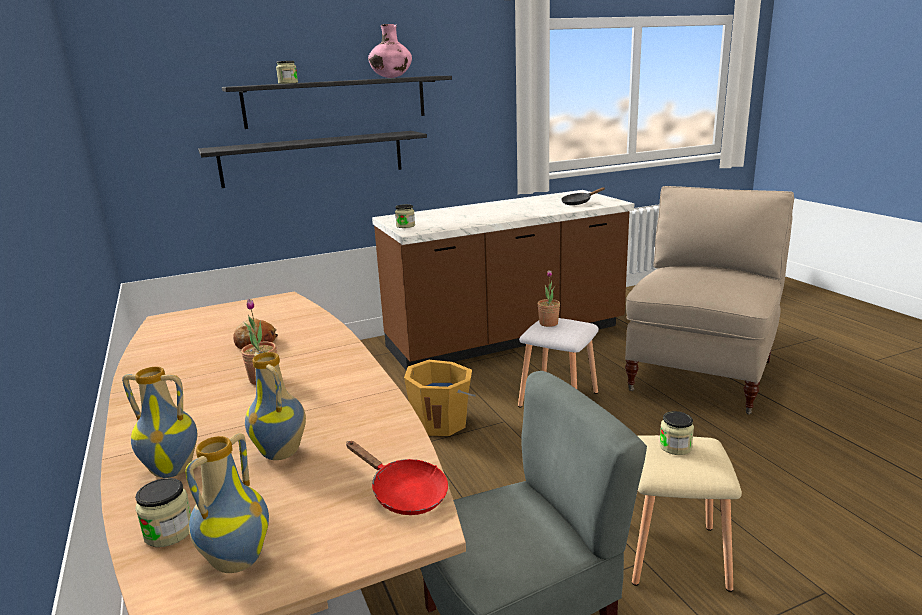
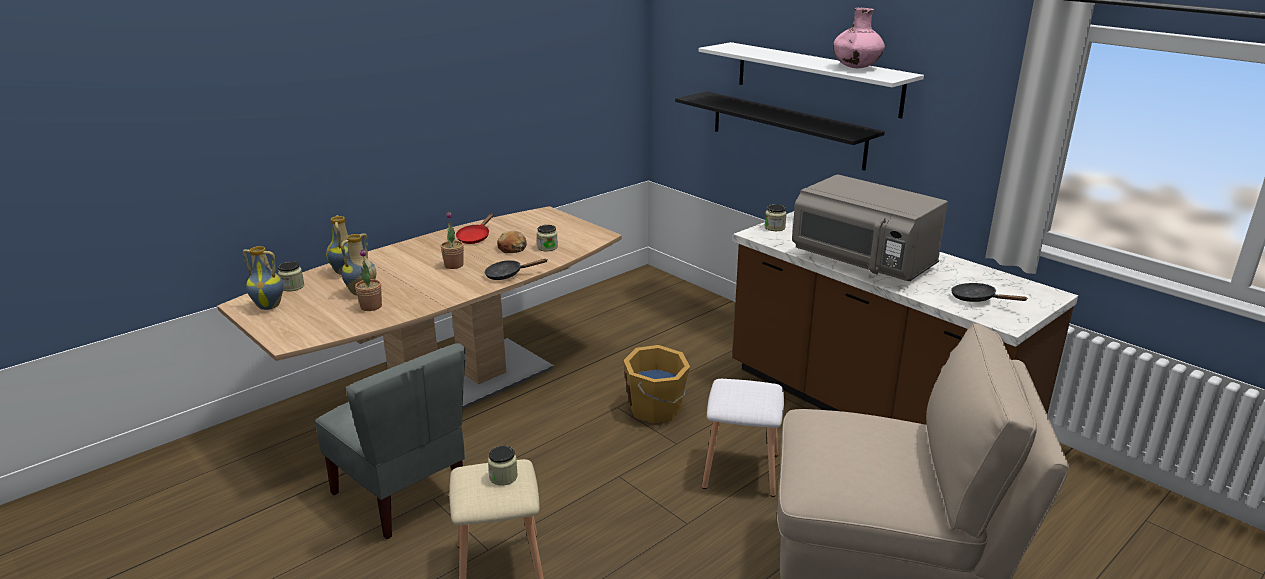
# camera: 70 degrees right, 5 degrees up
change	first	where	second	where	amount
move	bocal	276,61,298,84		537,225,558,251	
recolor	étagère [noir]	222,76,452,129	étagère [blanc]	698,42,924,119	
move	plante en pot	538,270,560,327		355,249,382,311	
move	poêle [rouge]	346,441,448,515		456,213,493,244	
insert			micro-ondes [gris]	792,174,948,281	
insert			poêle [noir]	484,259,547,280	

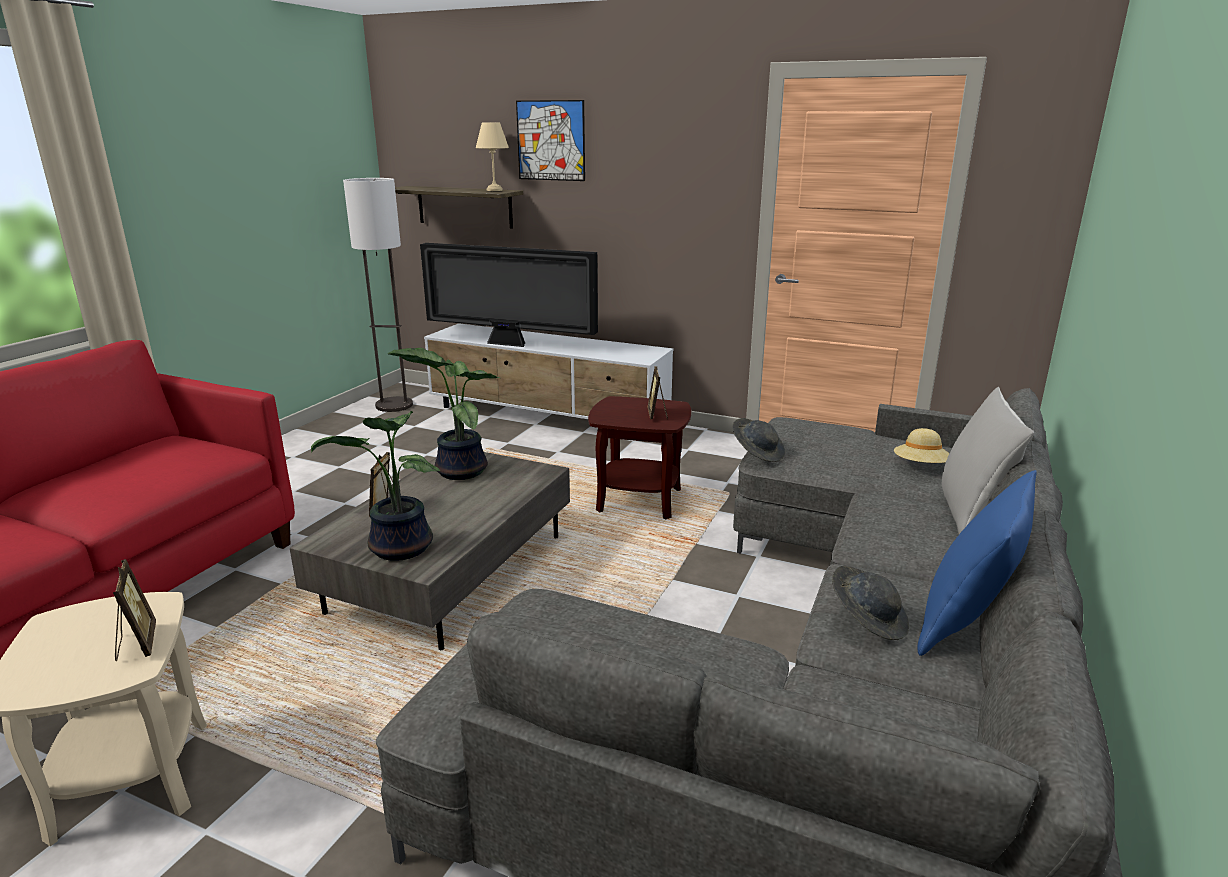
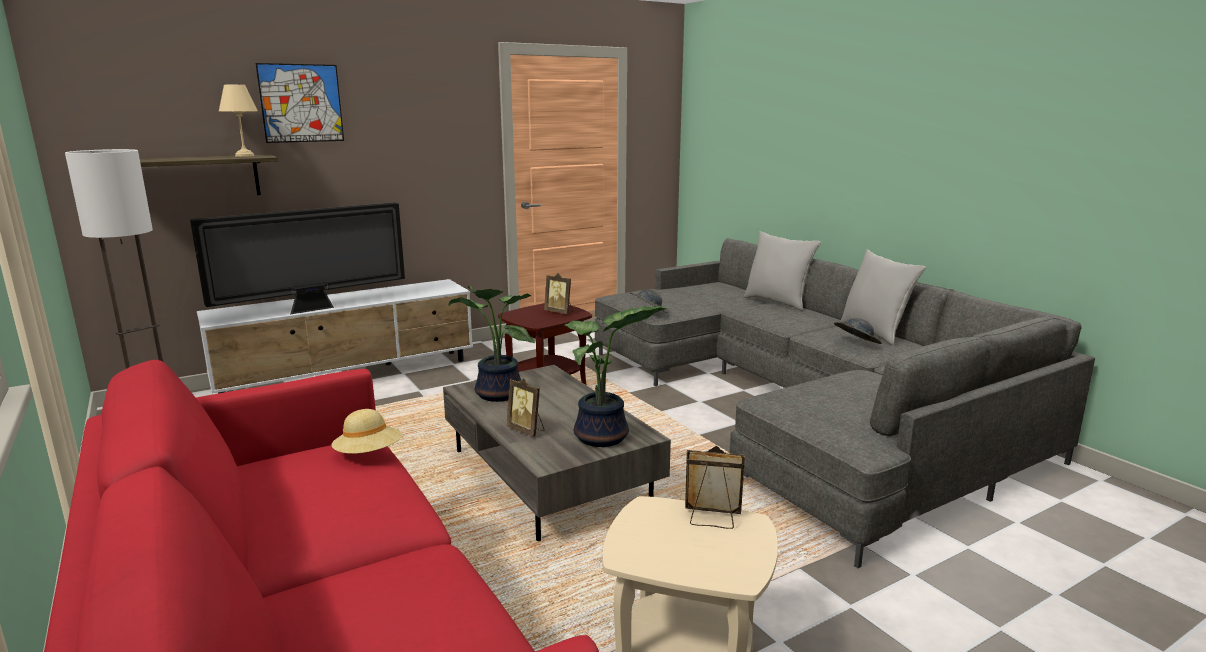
# camera: 55 degrees left, 5 degrees down
change	first	where	second	where	amount
move	chapeau [beige]	894,428,949,463		331,409,402,454	
recolor	coussin [bleu]	917,470,1037,656	coussin [gris]	840,250,926,345	

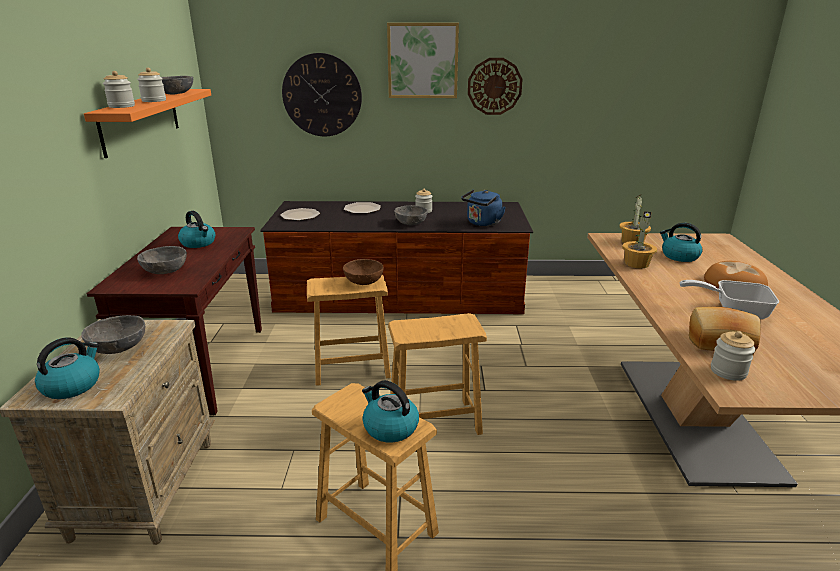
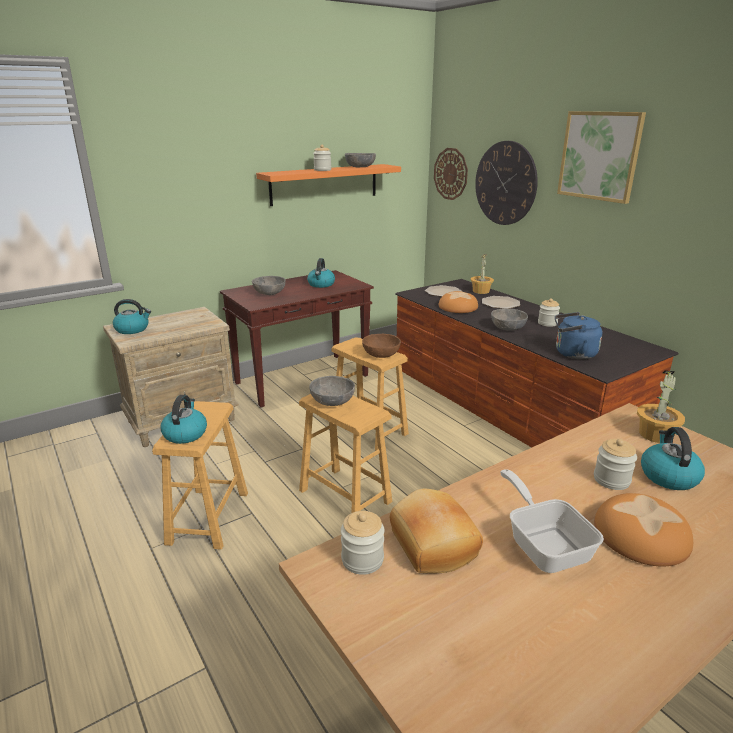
# camera: 55 degrees right, 0 degrees up
change	first	where	second	where	amount
move	horloge murale	468,58,523,115		434,148,468,200	
move	bocal	103,71,135,108		594,439,637,490	
move	plante en pot	622,211,657,268		471,254,494,294	
move	bol [gris]	81,315,145,354		309,376,355,406	
insert			pain	439,291,478,313	

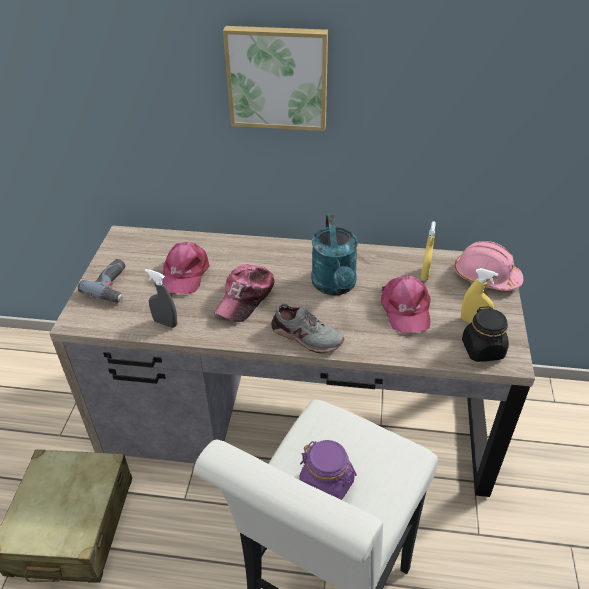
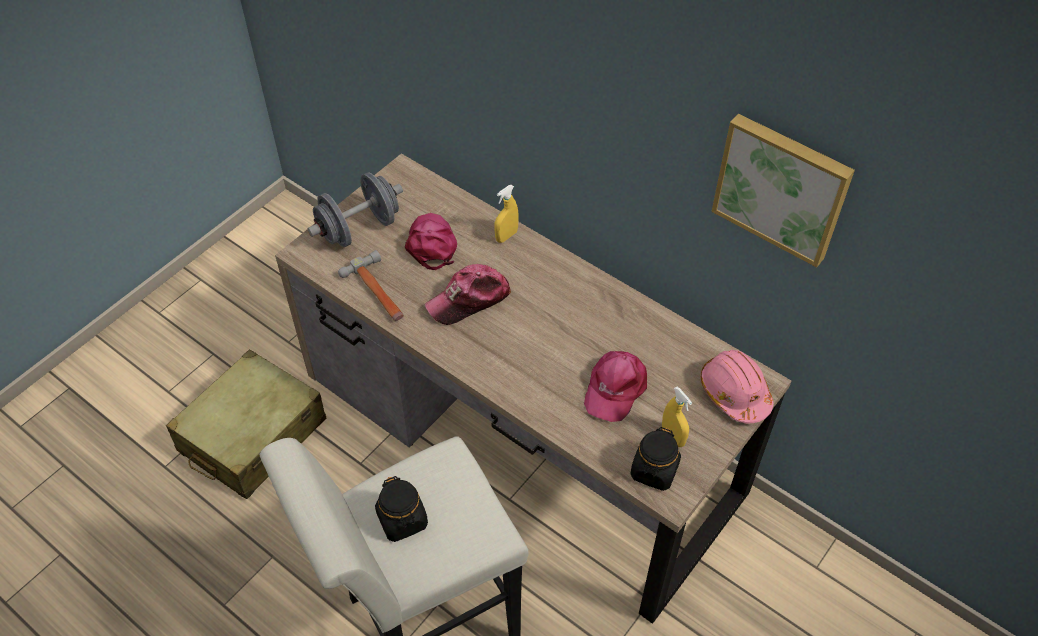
# camera: 30 degrees right, 10 degrees up
change	first	where	second	where	amount
move	tableau	223,26,328,131		712,114,855,267	
delete	arrosoir [turquoise]	311,214,358,295			
move	vaporisateur [jaune]	421,221,436,281		494,185,519,243	
rotate	casquette [rose]	162,242,210,294		405,213,457,270	135 degrees clockwise
replace	perceuse	78,259,125,303	haltère [gris]	308,172,403,247	
replace	vaporisateur [gris]	145,269,177,328	marteau	338,250,404,321	
delete	chaussure [gris]	271,303,345,354			
recolor	bocal [violet]	299,440,357,500	bocal [noir]	375,476,428,542	

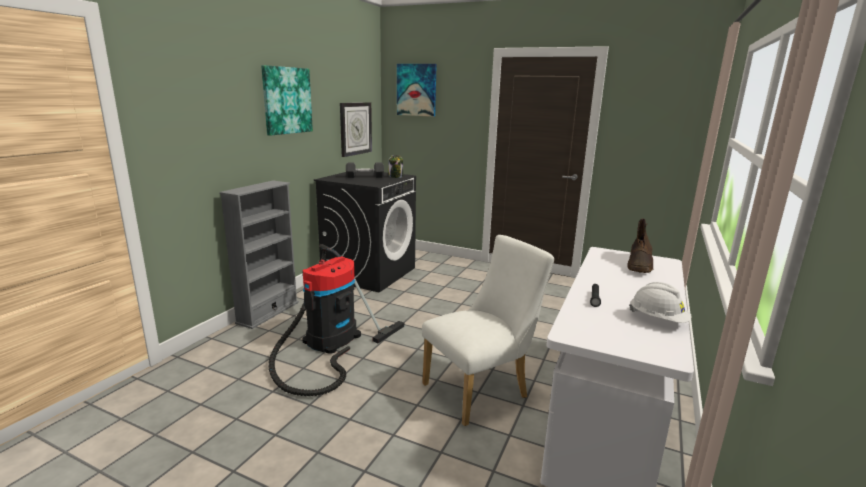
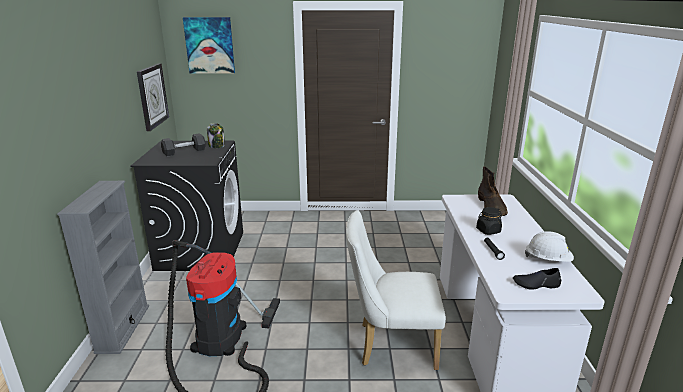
# camera: 25 degrees left, 5 degrees up
change	first	where	second	where	amount
delete	tableau	261,65,313,136			
rotate	chaise [blanc]	422,235,554,426		346,210,446,370	120 degrees counterclockwise
insert			bocal [noir]	476,207,502,235	
insert			chaussure [noir]	513,268,561,290	

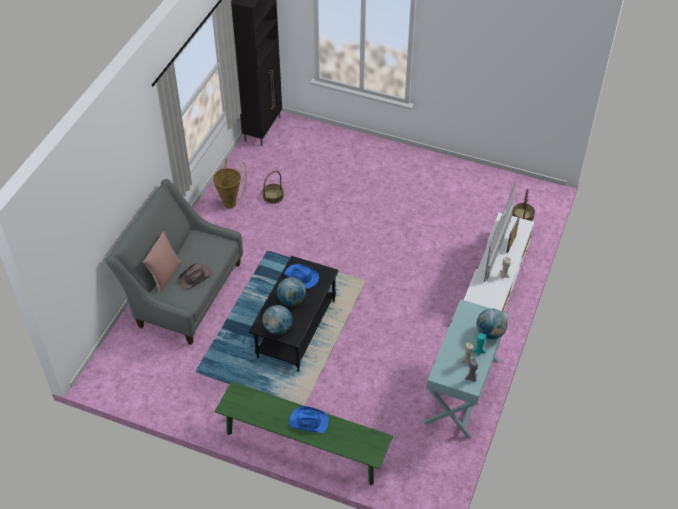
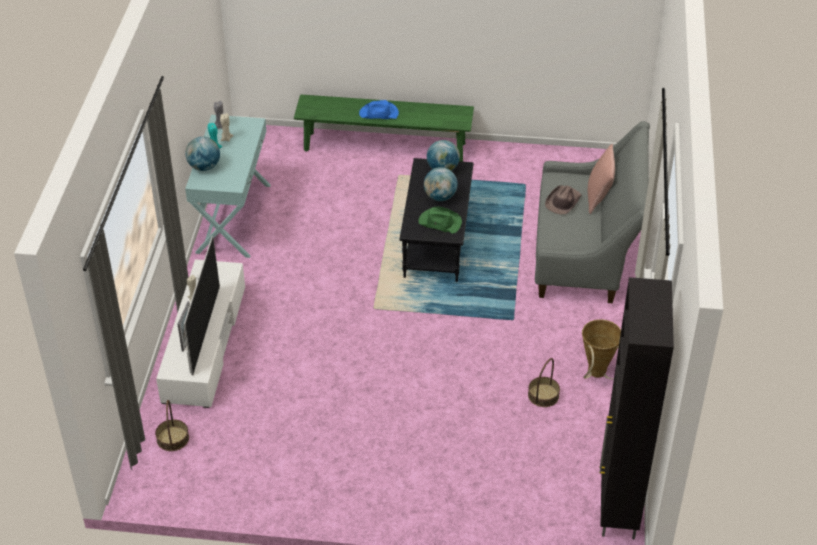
# camera: 165 degrees right, 5 degrees down
change	first	where	second	where	amount
recolor	chapeau [bleu]	284,264,319,289	chapeau [vert]	418,207,462,234	

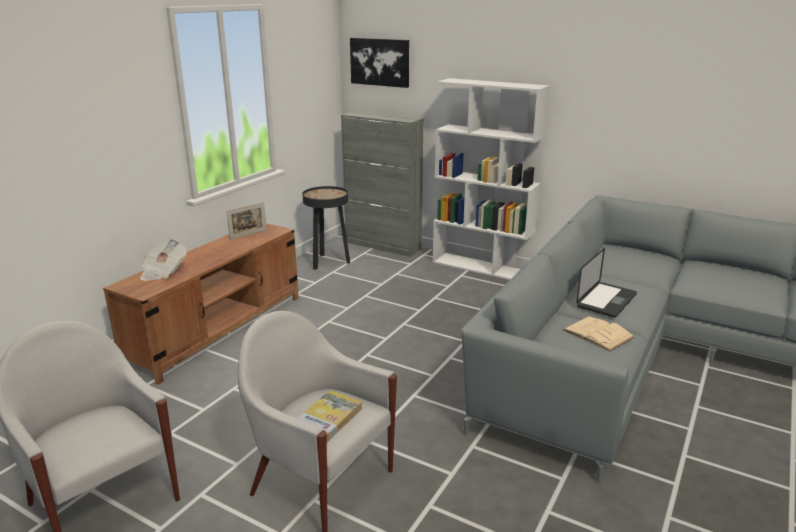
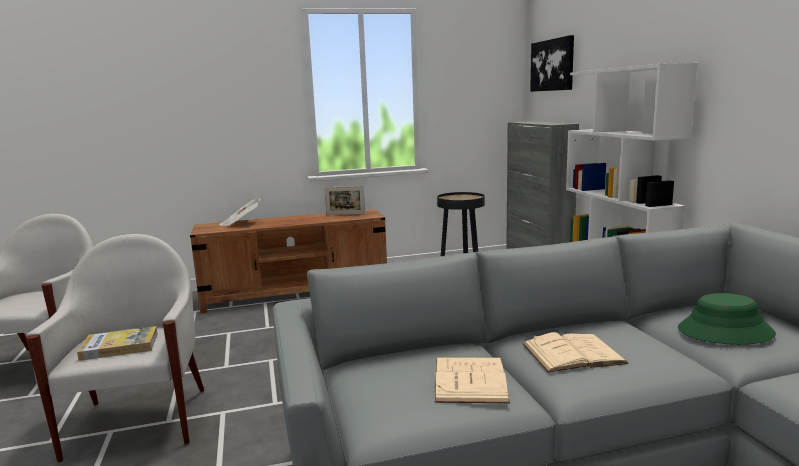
# camera: 45 degrees right, 10 degrees down
change	first	where	second	where	amount
replace	ordinateur portable	576,248,637,318	livre [beige]	522,332,629,372	
insert			chapeau [vert]	678,293,776,345	

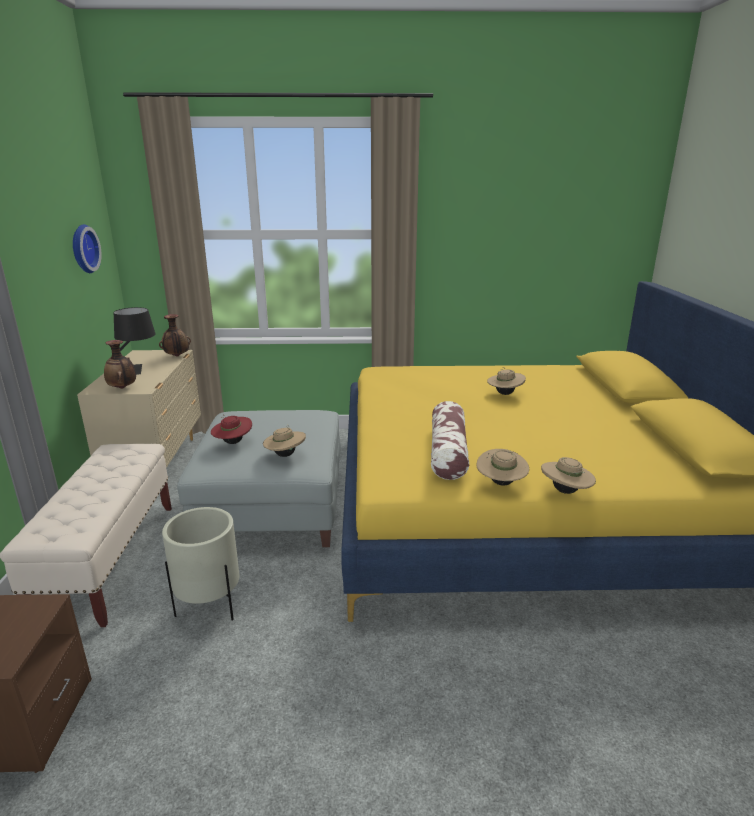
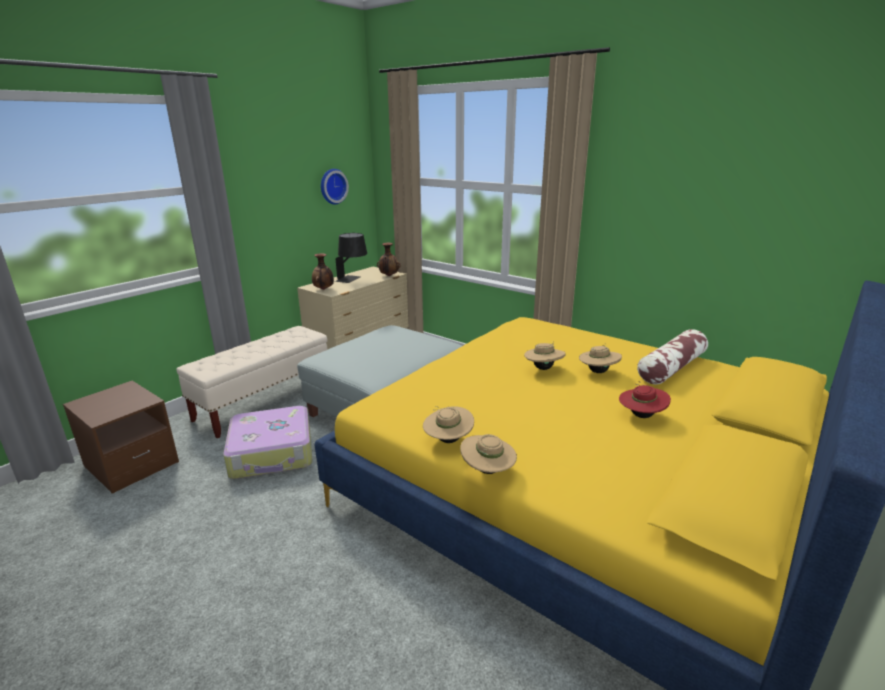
# camera: 40 degrees right, 0 degrees up
change	first	where	second	where	amount
move	coussin	431,401,469,480		637,329,708,384	
move	chapeau [rouge]	211,415,252,444		619,381,671,418	
move	chapeau [beige]	263,424,306,457		524,343,566,370	
replace	cache-pot [beige]	162,507,239,621	valise	223,406,313,479	

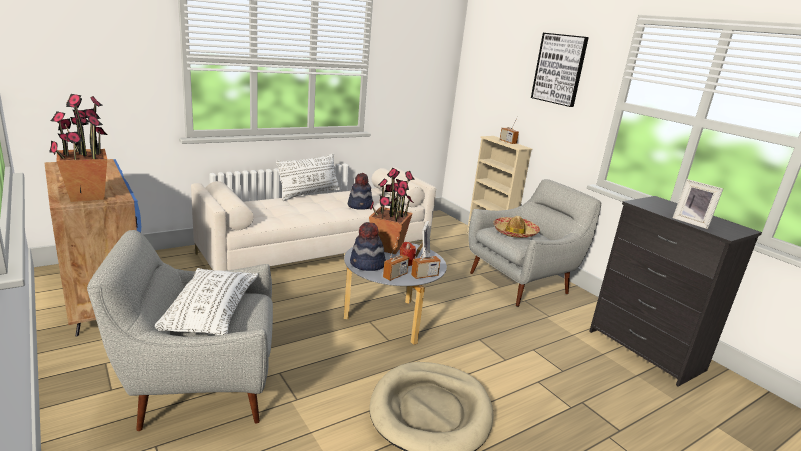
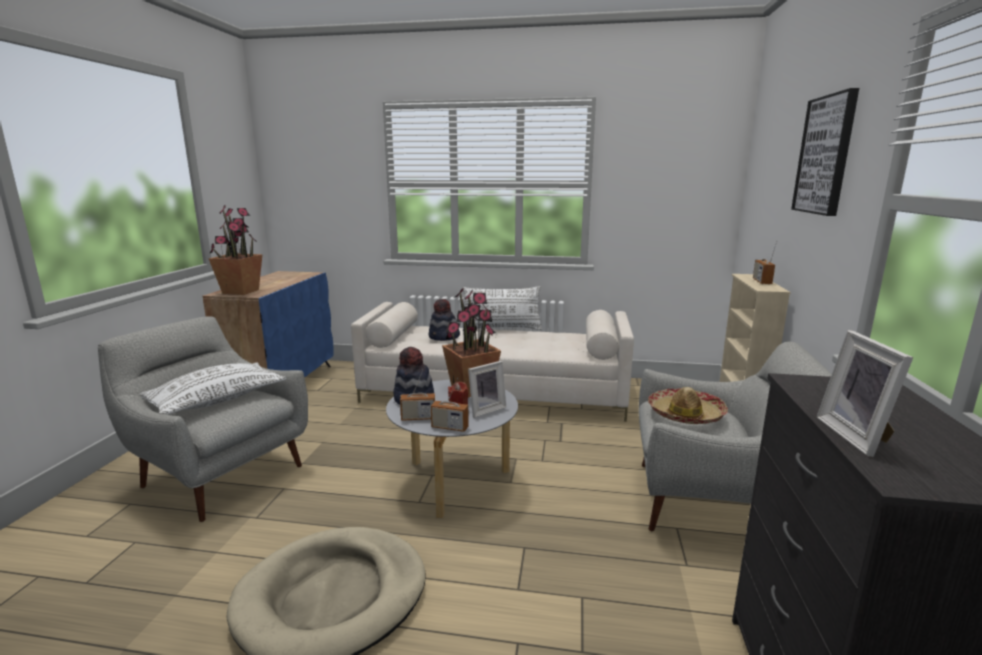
# camera: 45 degrees right, 5 degrees down
change	first	where	second	where	amount
move	chapeau	348,173,372,210		428,299,460,341	

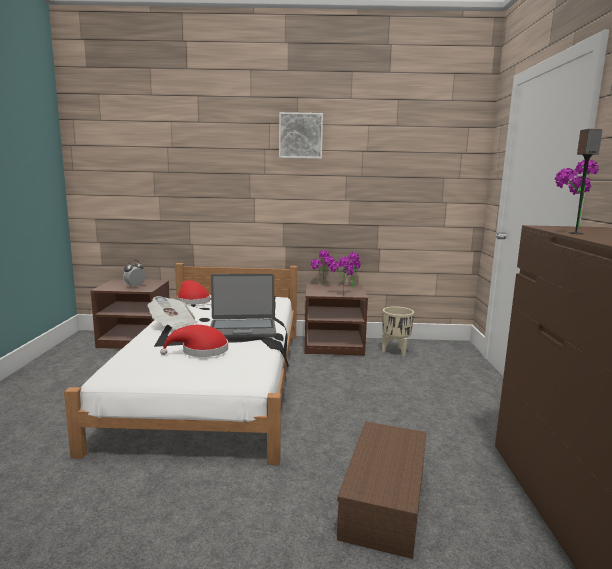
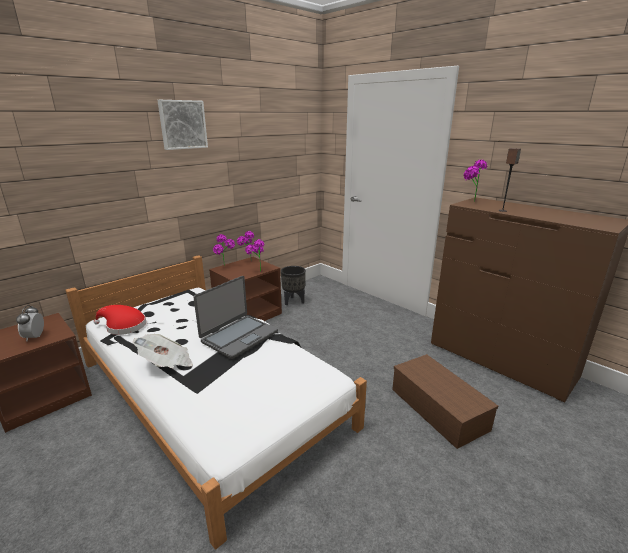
# camera: 45 degrees left, 10 degrees up
change	first	where	second	where	amount
recolor	cache-pot [beige]	382,306,414,356	cache-pot [noir]	281,266,306,306	
delete	chapeau [rouge]	160,325,228,357			

